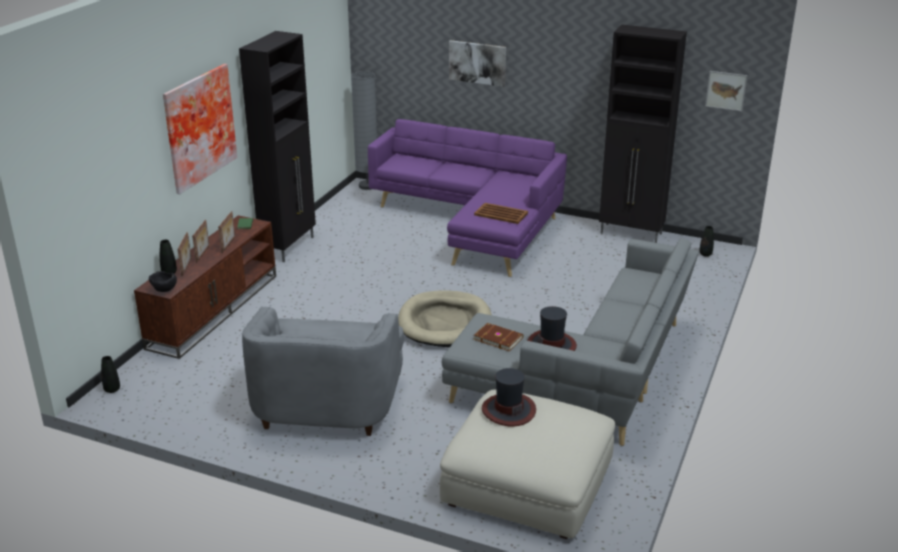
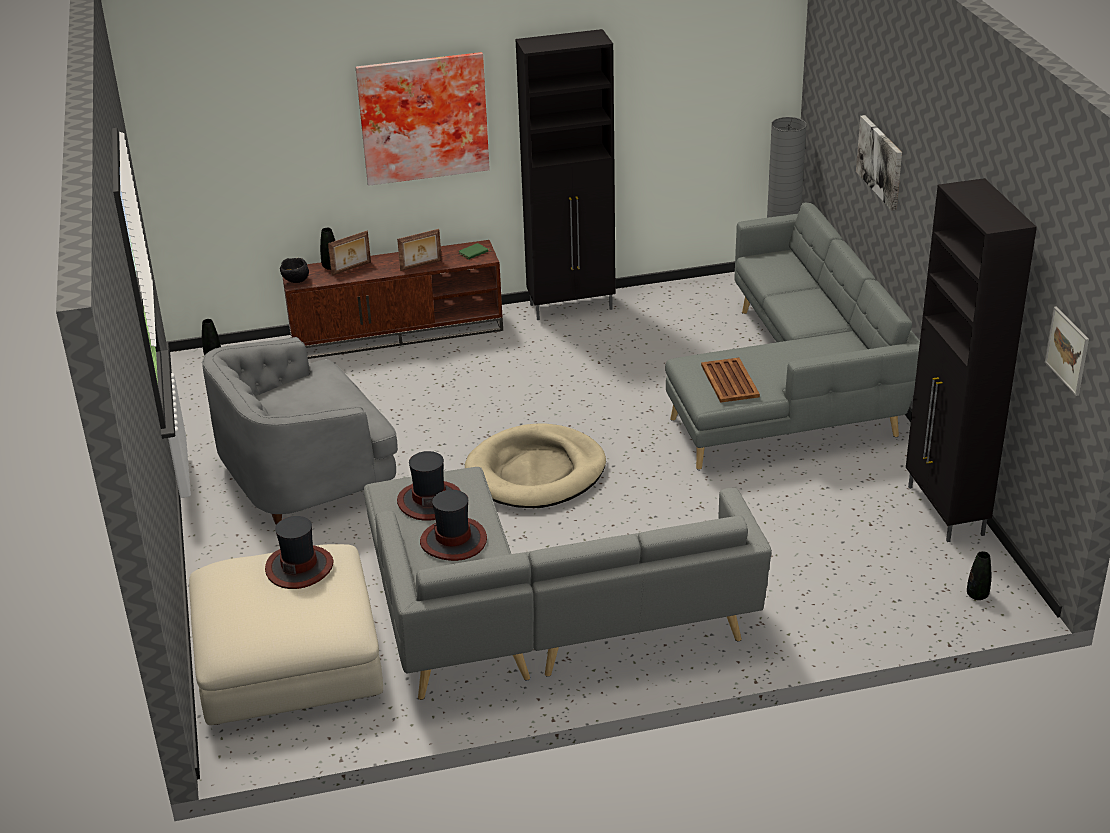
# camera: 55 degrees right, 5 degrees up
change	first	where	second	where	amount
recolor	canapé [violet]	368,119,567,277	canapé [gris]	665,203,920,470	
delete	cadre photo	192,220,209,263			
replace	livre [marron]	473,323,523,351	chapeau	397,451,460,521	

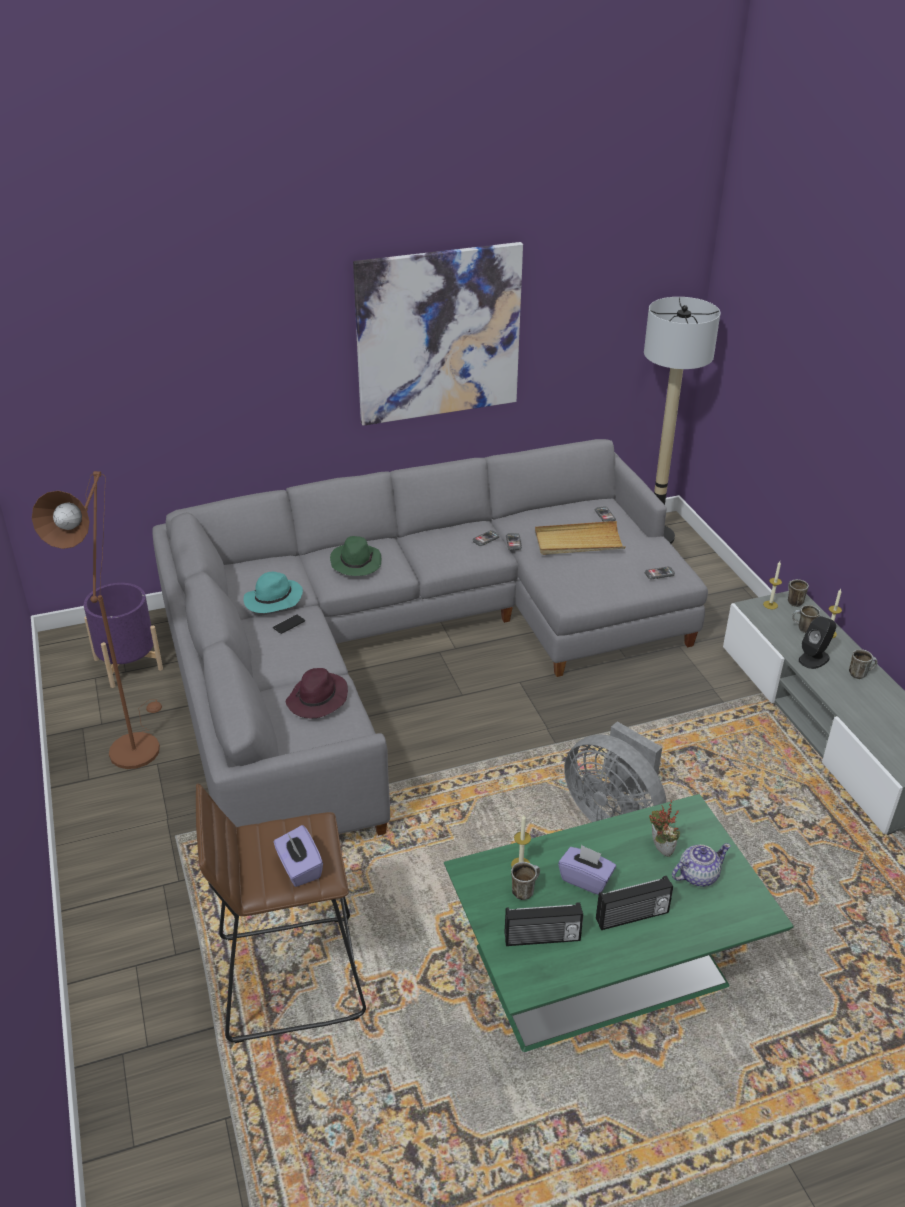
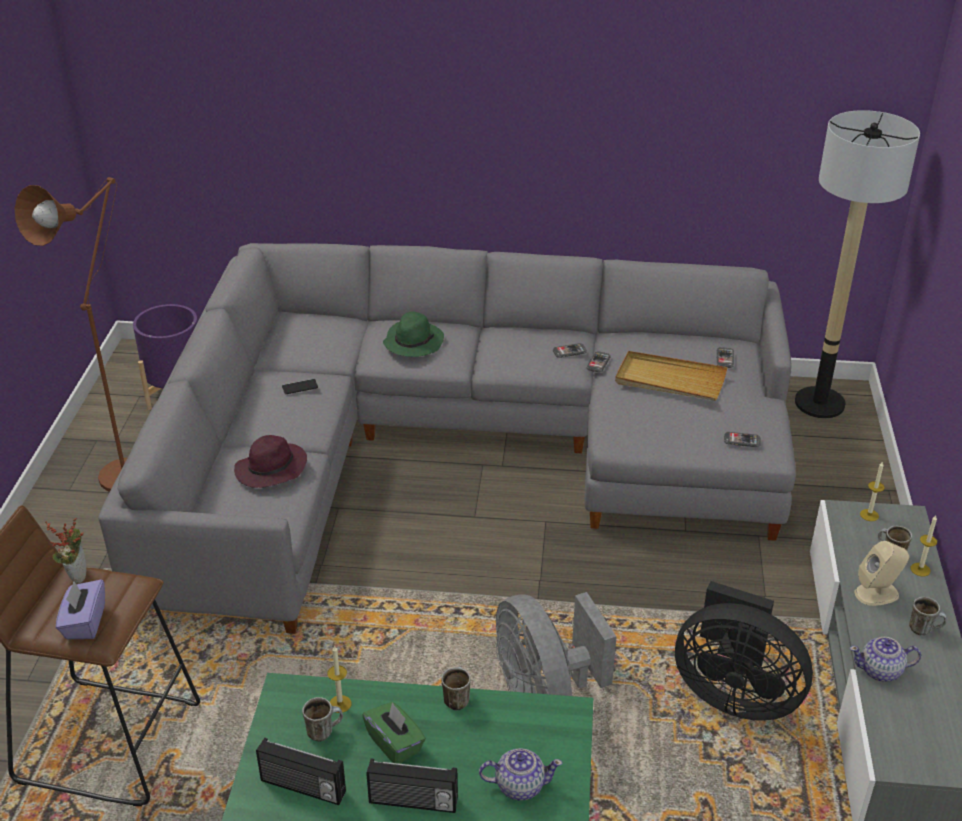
# camera: 25 degrees right, 0 degrees up
change	first	where	second	where	amount
delete	tableau	353,242,523,426			
delete	chapeau [turquoise]	243,572,303,613			
move	mug	788,579,809,607		441,667,471,711	
recolor	enceinte [noir]	799,616,836,669	enceinte [beige]	855,541,909,606	
move	plante en pot	649,800,680,857		45,518,87,584	
recolor	boîte à mouchoirs [violet]	558,845,616,895	boîte à mouchoirs [vert]	362,702,426,764	
insert			ventilateur [noir]	675,581,813,721	
insert			théière	850,637,921,682	

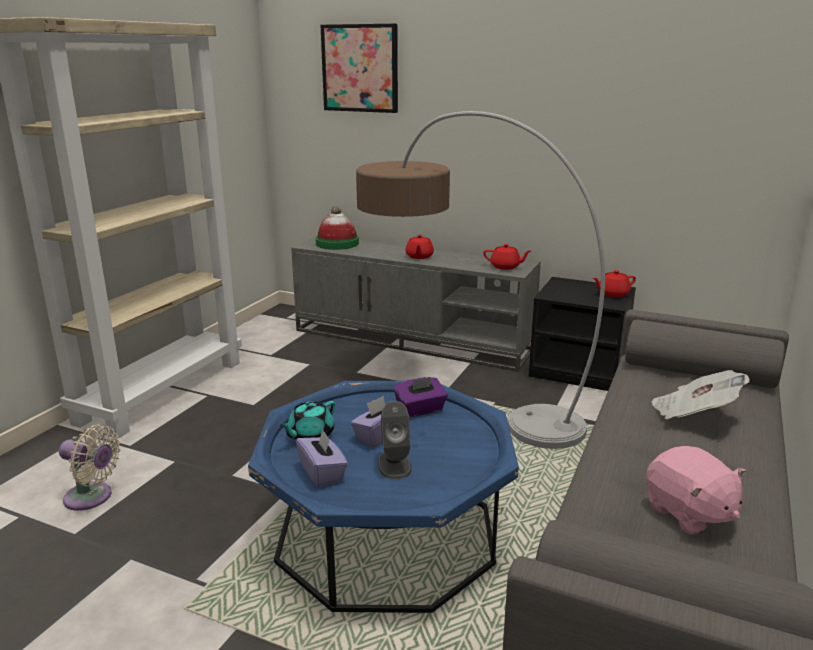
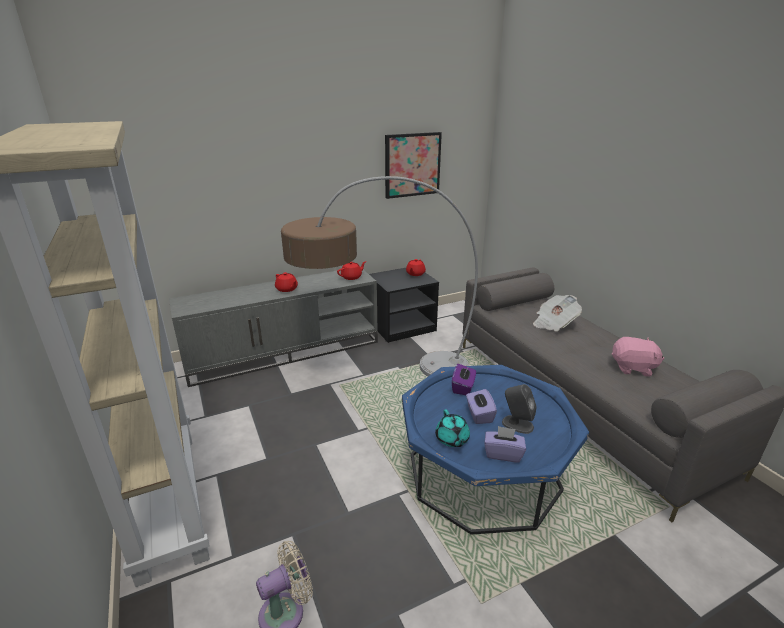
# camera: 50 degrees left, 5 degrees up
change	first	where	second	where	amount
move	tableau	320,24,398,113		385,132,442,199	
delete	chapeau	316,206,359,250			

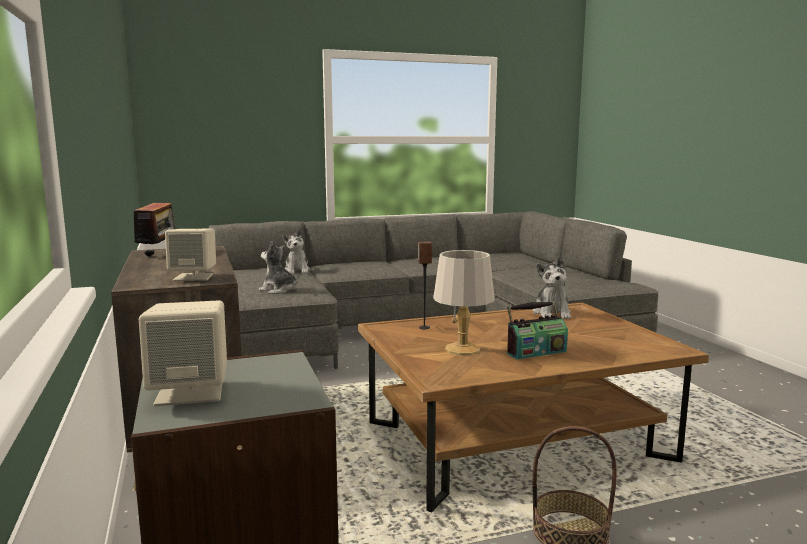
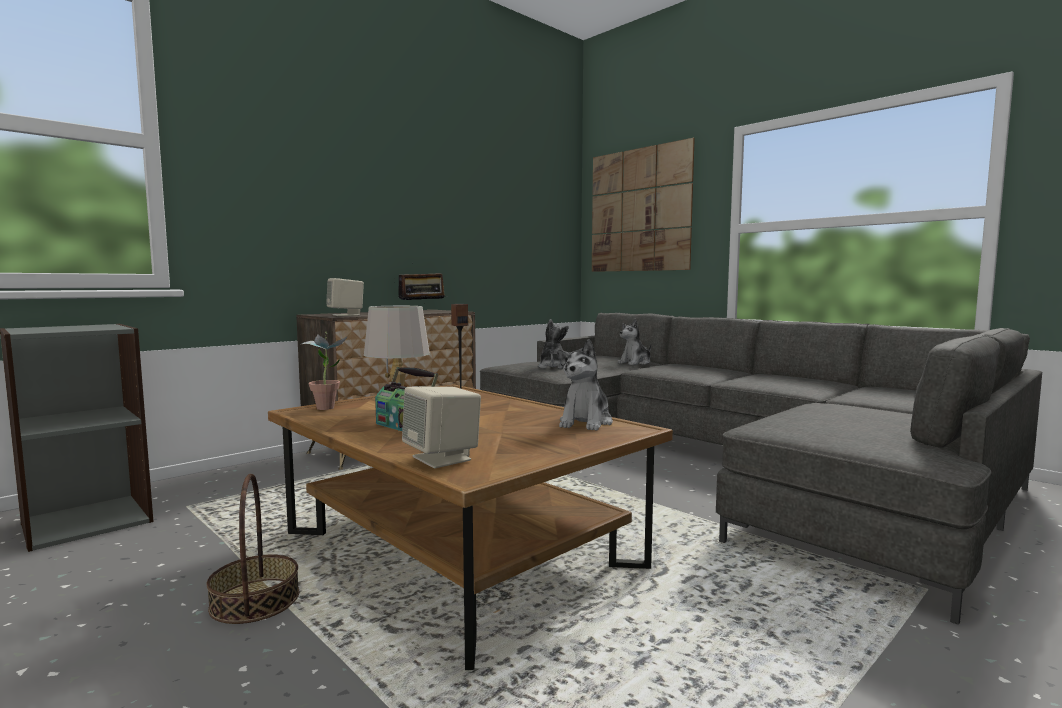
# camera: 65 degrees right, 5 degrees down
change	first	where	second	where	amount
rotate	peluche	533,256,571,319		557,339,613,431	45 degrees counterclockwise
move	enceinte [beige]	139,300,227,406		402,386,481,468	
insert			tableau	592,138,695,272	
insert			plante en pot	300,332,348,410	

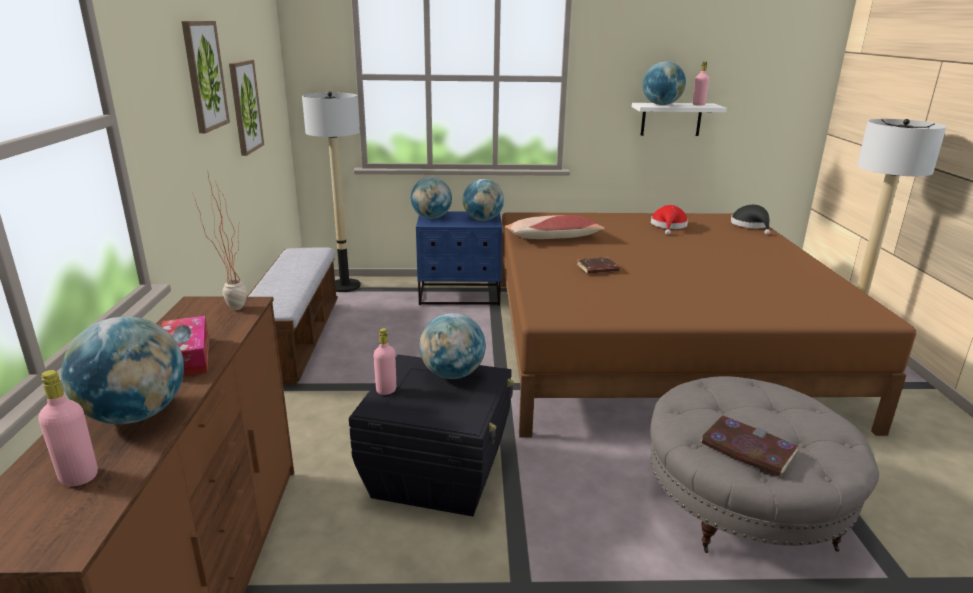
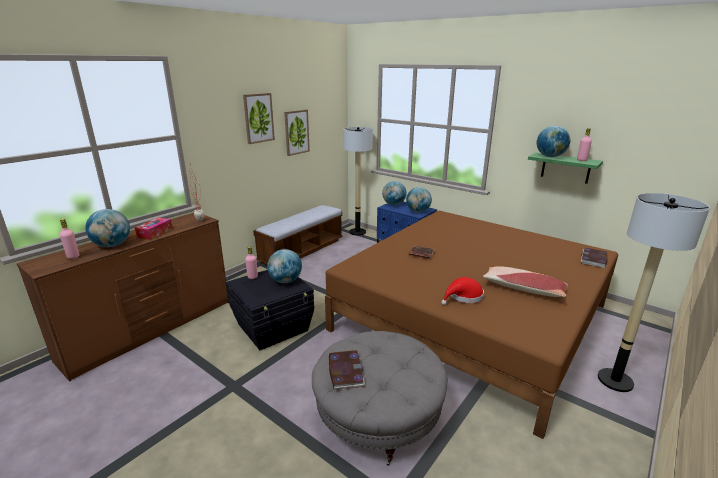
# camera: 40 degrees right, 0 degrees up
change	first	where	second	where	amount
recolor	étagère [blanc]	632,103,727,136	étagère [vert]	528,152,603,184	
move	chapeau [rouge]	651,205,688,235		441,277,484,305	
replace	chapeau [noir]	731,205,770,235	livre	581,248,608,268	
move	coussin	505,215,605,239		483,266,568,297	

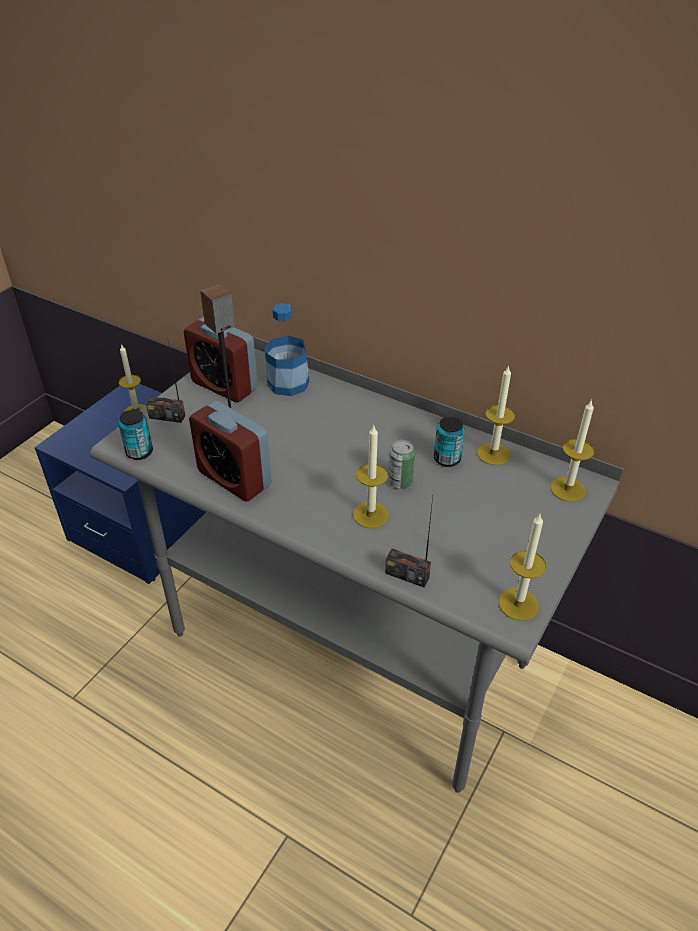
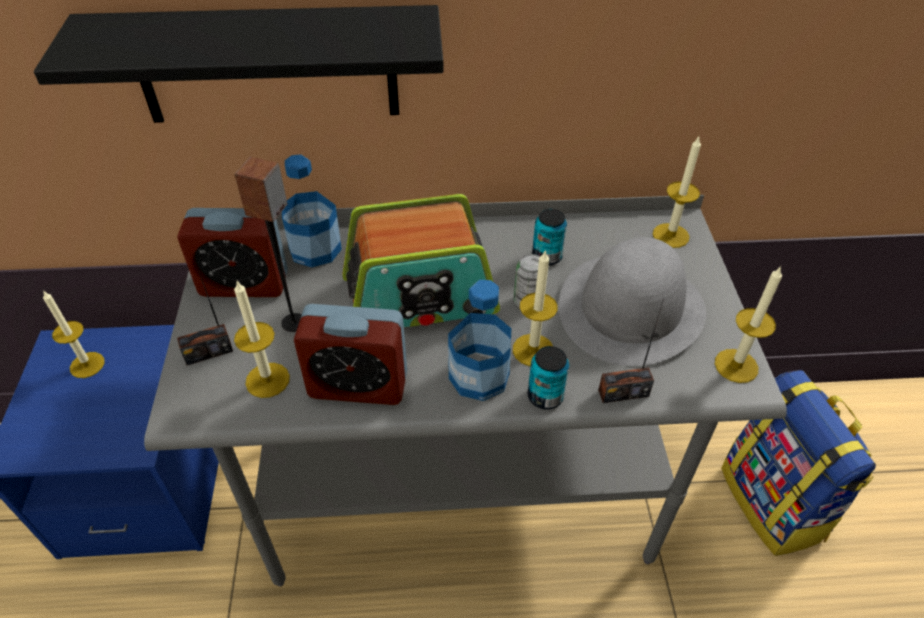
# camera: 35 degrees left, 5 degrees up
change	first	where	second	where	amount
move	bougie	477,365,515,465		234,281,290,398	
move	boîte métallique	119,410,153,460		528,346,569,409	
insert			étagère [noir]	34,5,444,123	
insert			radio	342,194,500,328	
insert			chapeau [gris]	559,237,706,366	
insert			bouteille	448,280,511,401	
insert			sac à dos	721,370,876,556	

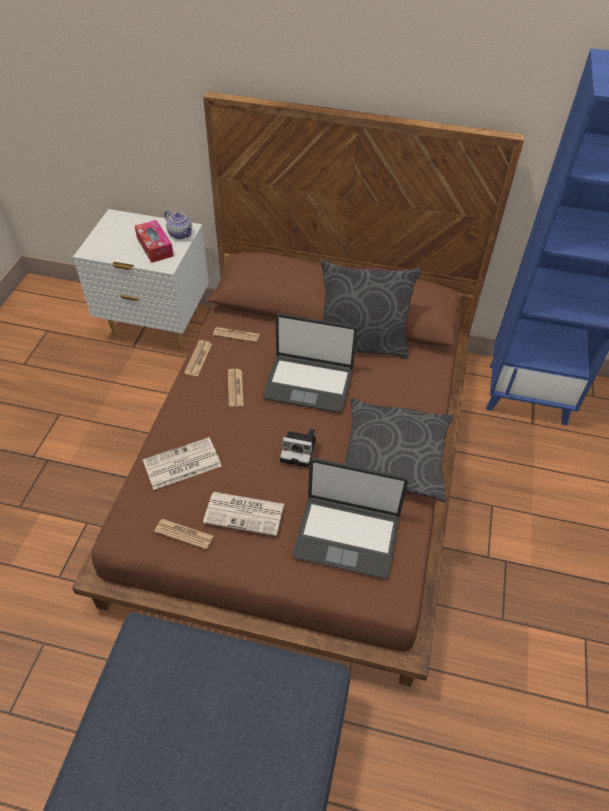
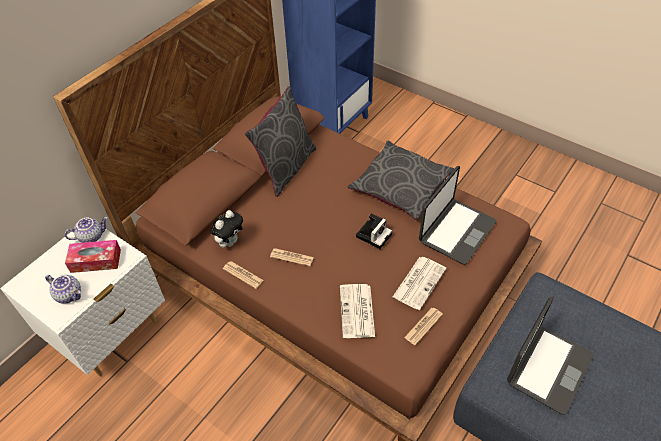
# camera: 65 degrees left, 0 degrees up
change	first	where	second	where	amount
move	ordinateur portable	263,314,357,413		507,296,593,415	
replace	journal	213,327,260,342	peluche	211,210,243,248	
insert			théière	45,275,81,304	

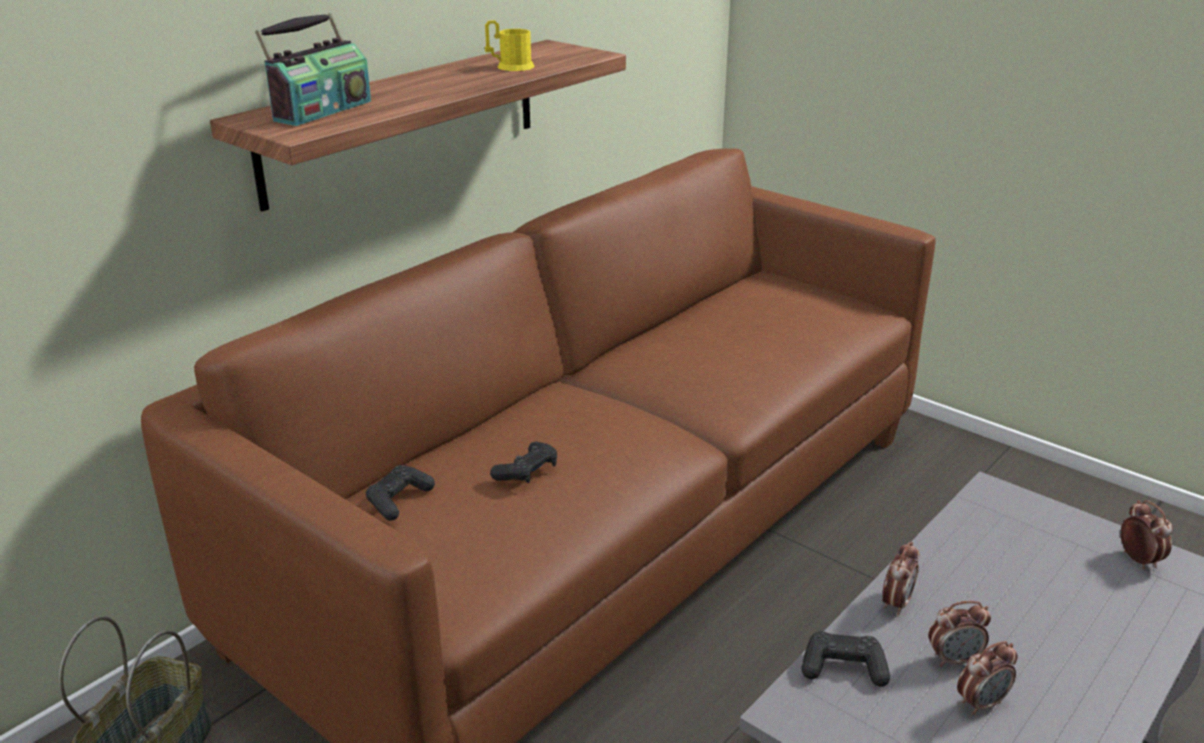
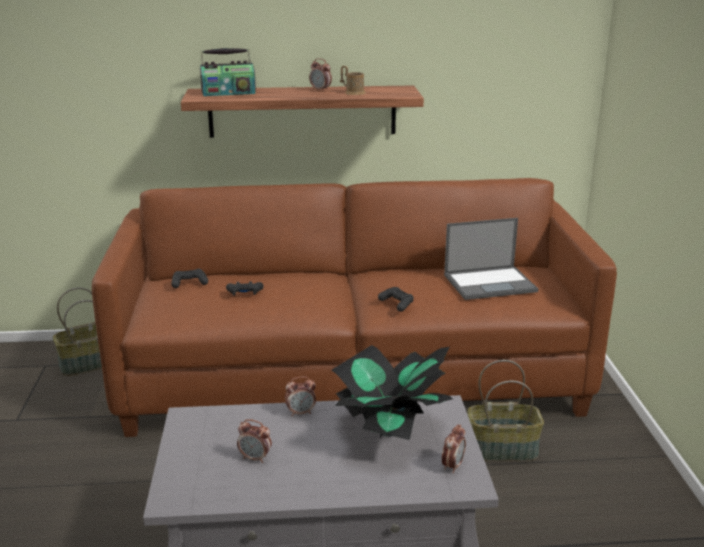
# camera: 45 degrees right, 5 degrees down
change	first	where	second	where	amount
recolor	mug [jaune]	485,20,535,71	mug [marron]	340,66,366,95	
move	réveil	929,601,991,667		309,58,332,92	
move	manette [noir]	801,631,890,687		378,287,414,312	
insert			ordinateur portable	444,218,538,300	
insert			plante en pot	331,345,453,440	
insert			panier	467,360,544,461	

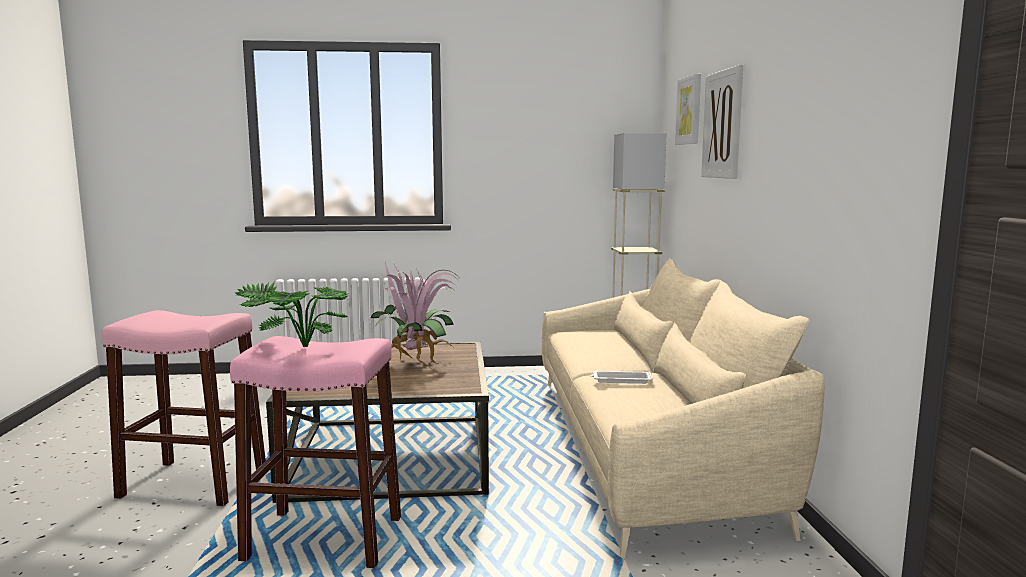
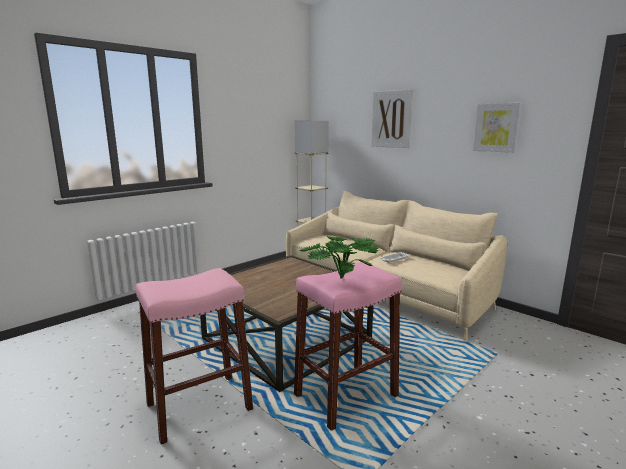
# camera: 40 degrees left, 5 degrees up
change	first	where	second	where	amount
move	tableau	675,74,701,145		473,103,521,153	
delete	plante en pot	371,261,460,370			

